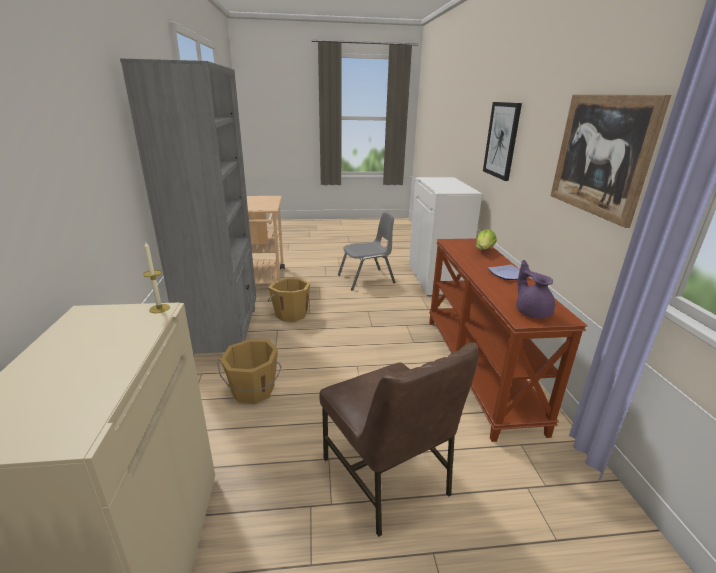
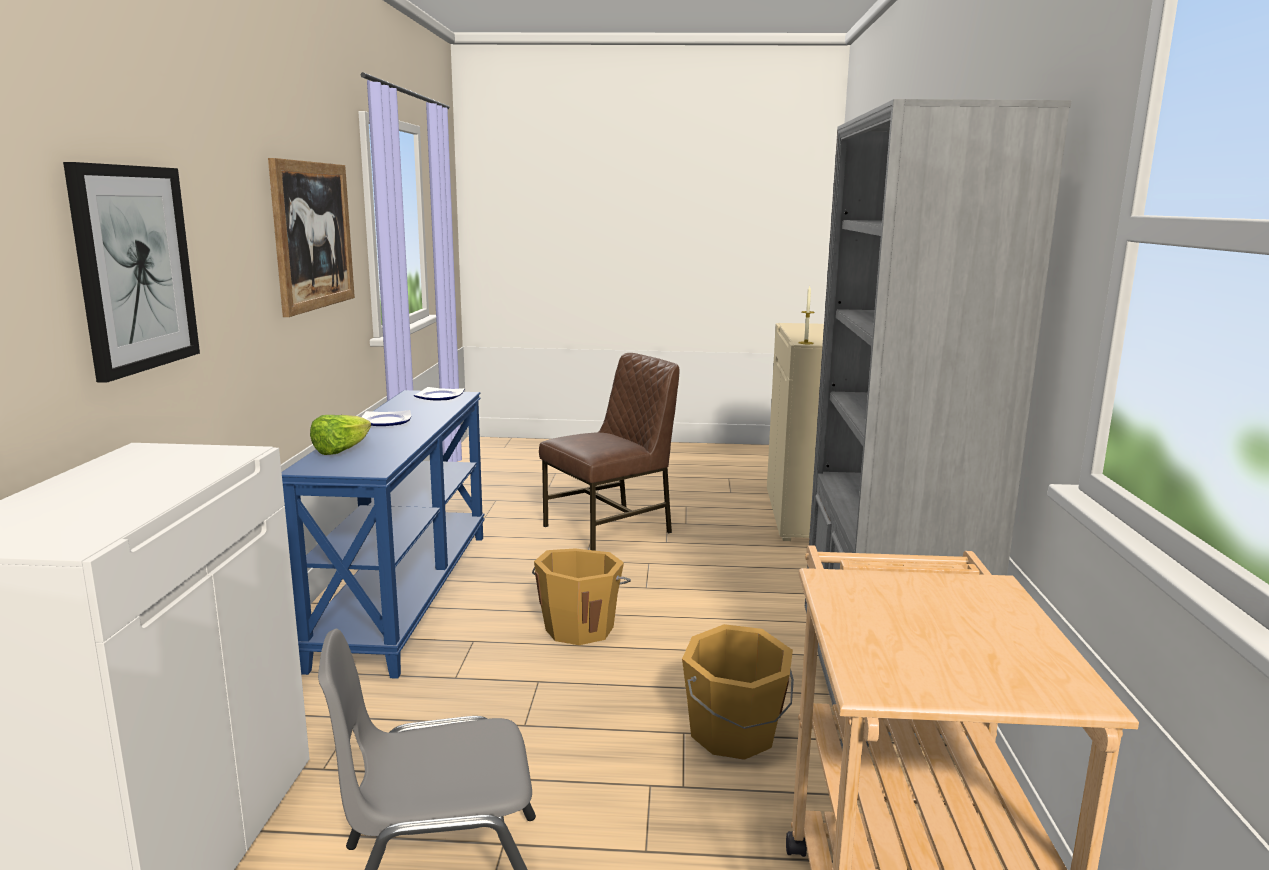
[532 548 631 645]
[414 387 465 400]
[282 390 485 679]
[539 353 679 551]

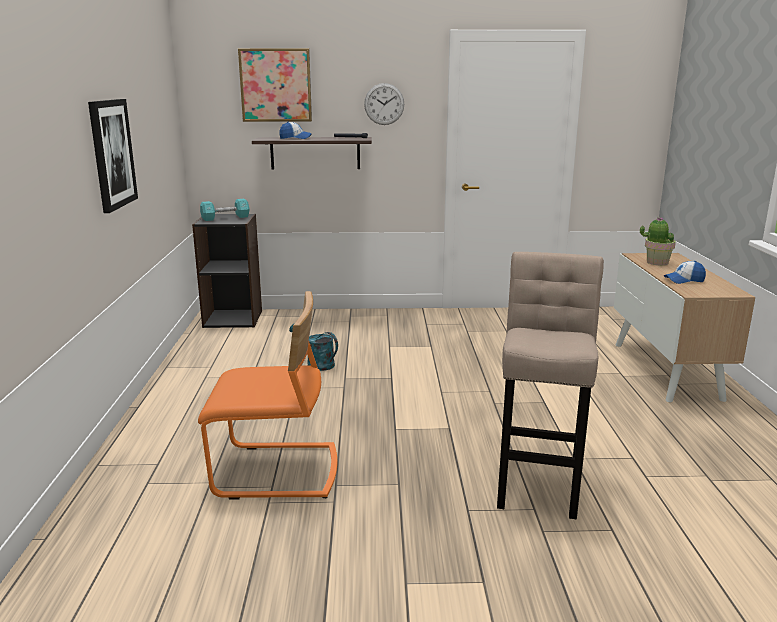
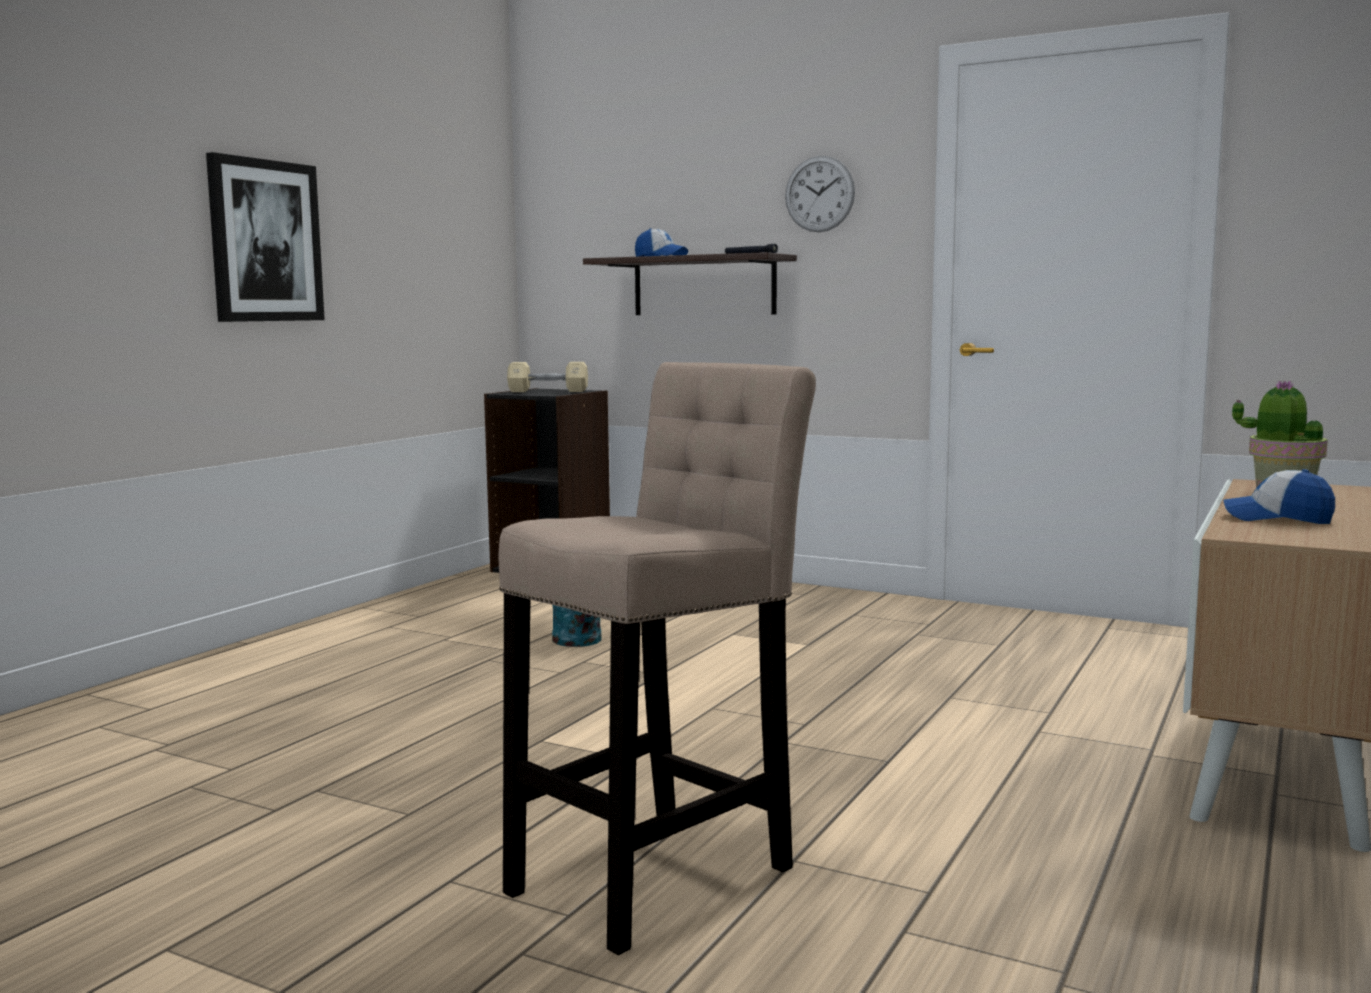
[198 291 337 499] (first image)
[238 48 312 122] (first image)
[507 362 588 392]

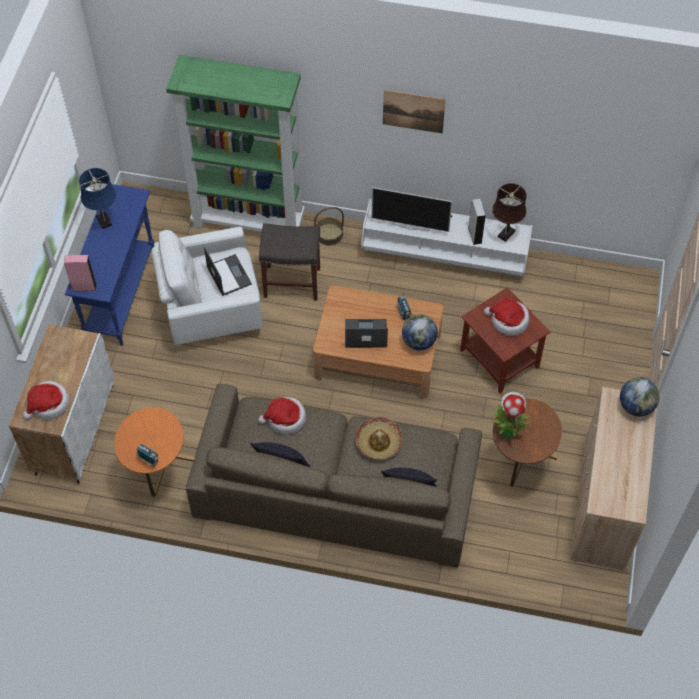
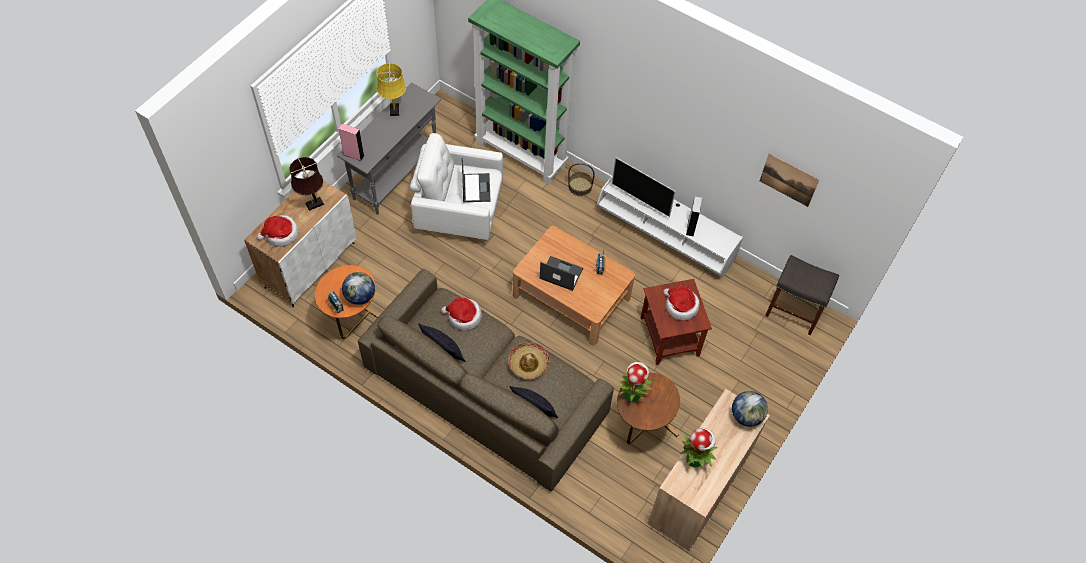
[680 428 718 467]
[765 255 839 335]
[760 153 820 207]
[342 272 375 305]
[289 157 324 211]
[337 83 441 215]
[376 63 406 116]

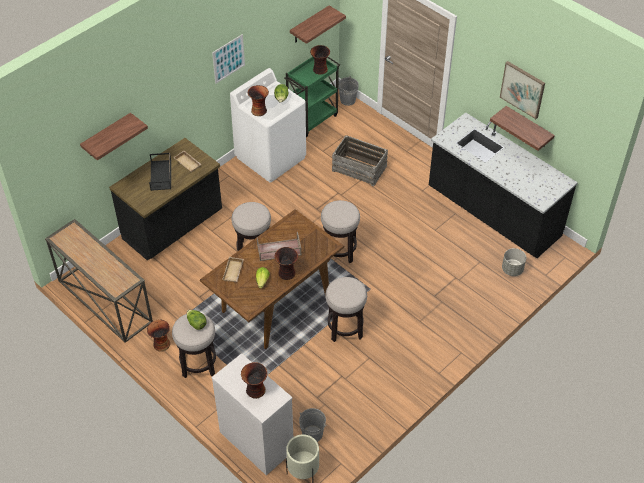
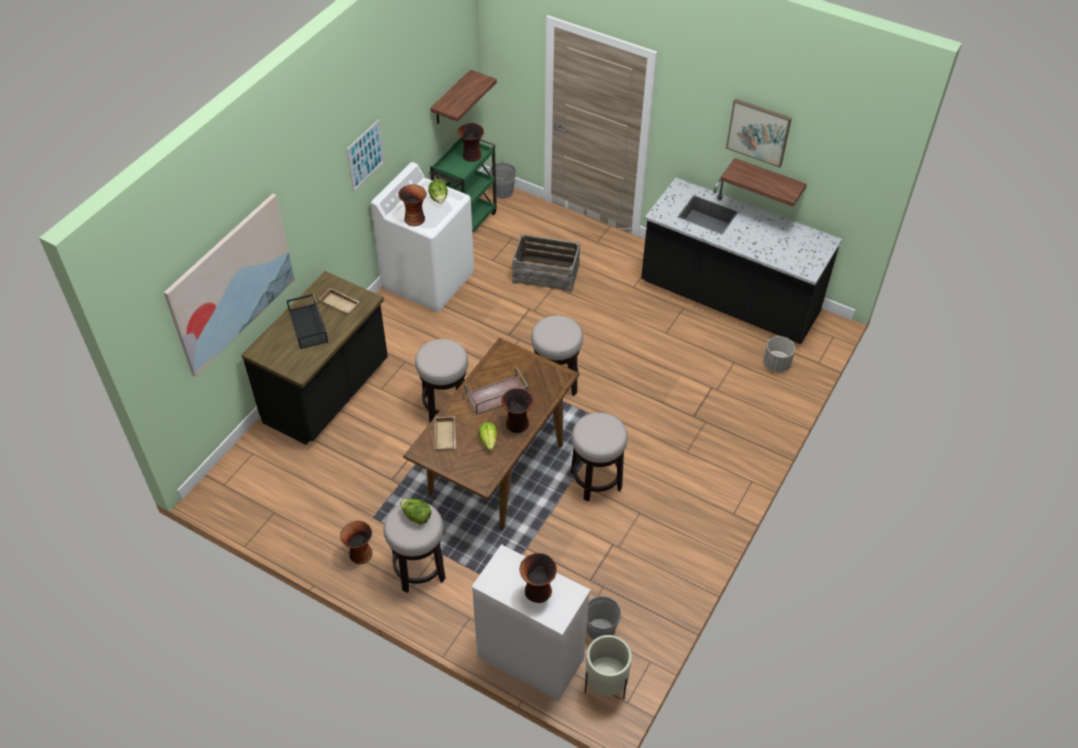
[45 219 153 343] (first image)
[164 194 294 377]

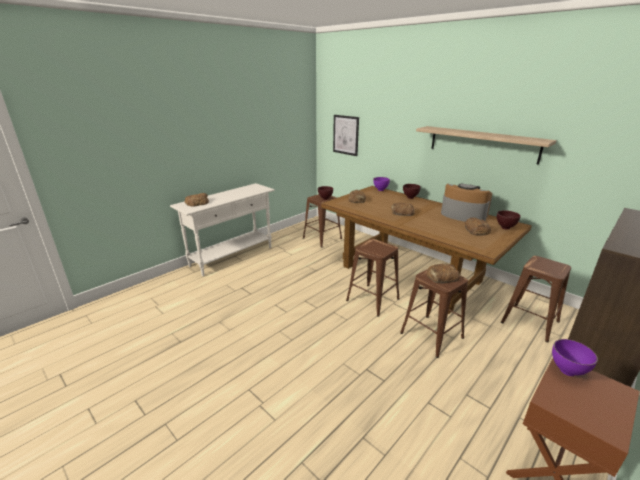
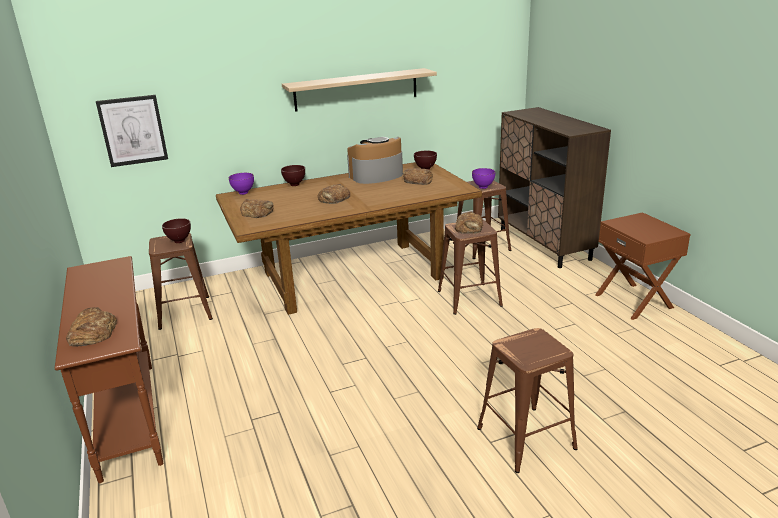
[477 328 578 473]
[472 168 495 189]
[55 256 163 483]

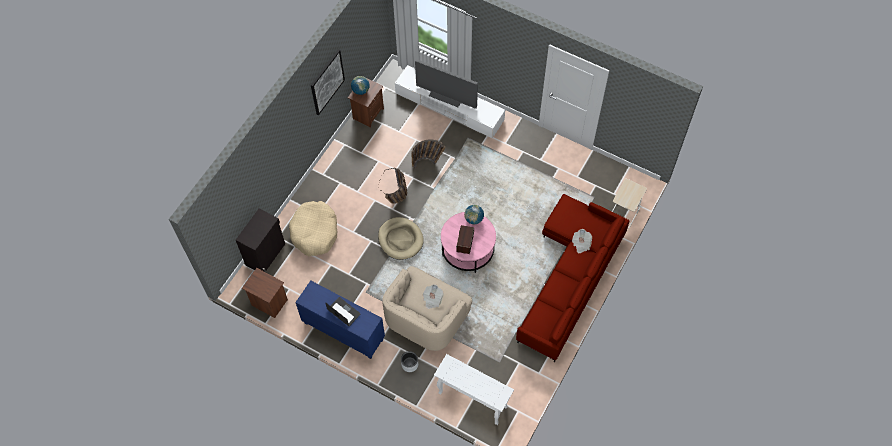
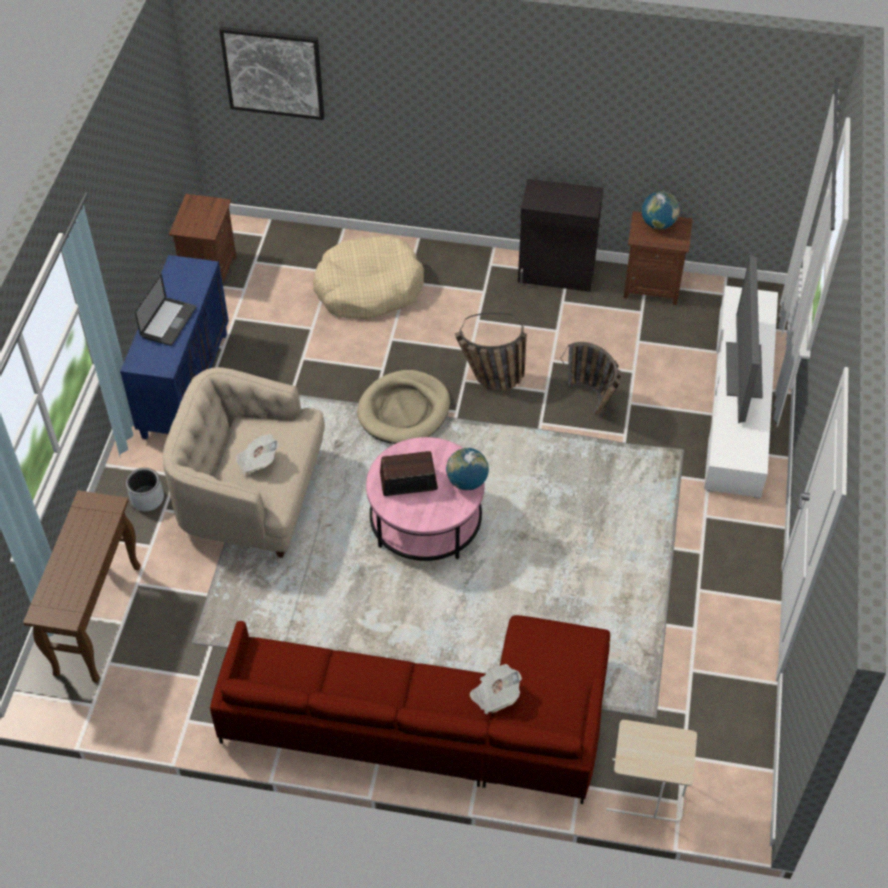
[518 179 603 292]
[219 27 324 120]
[23 490 141 683]

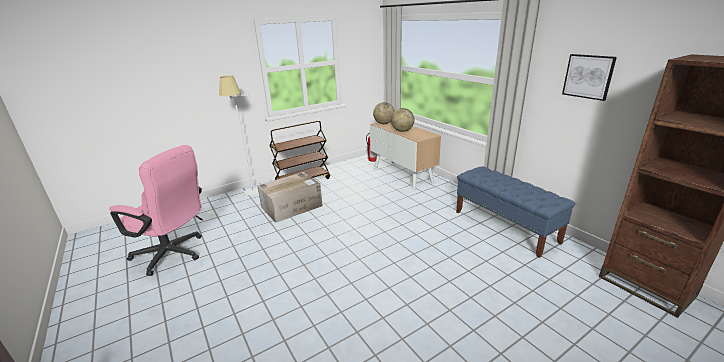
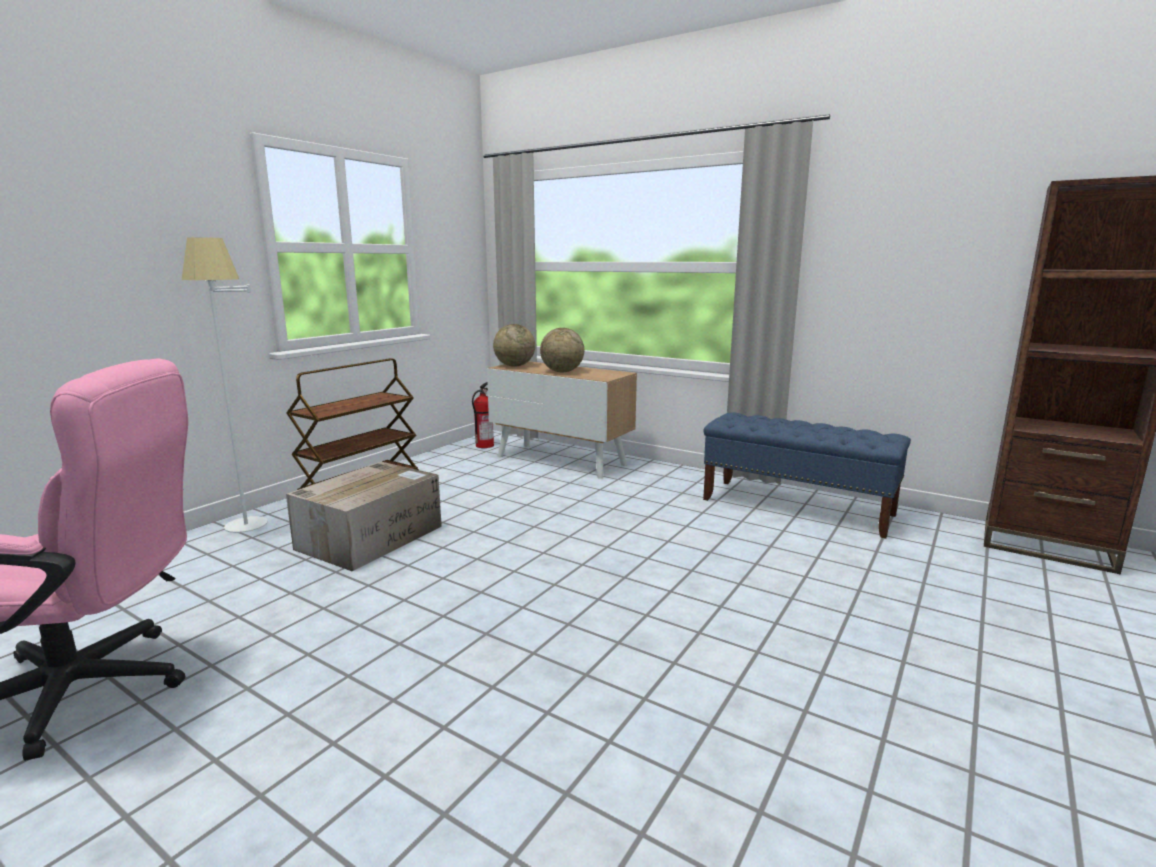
[562 54 617 101] (first image)

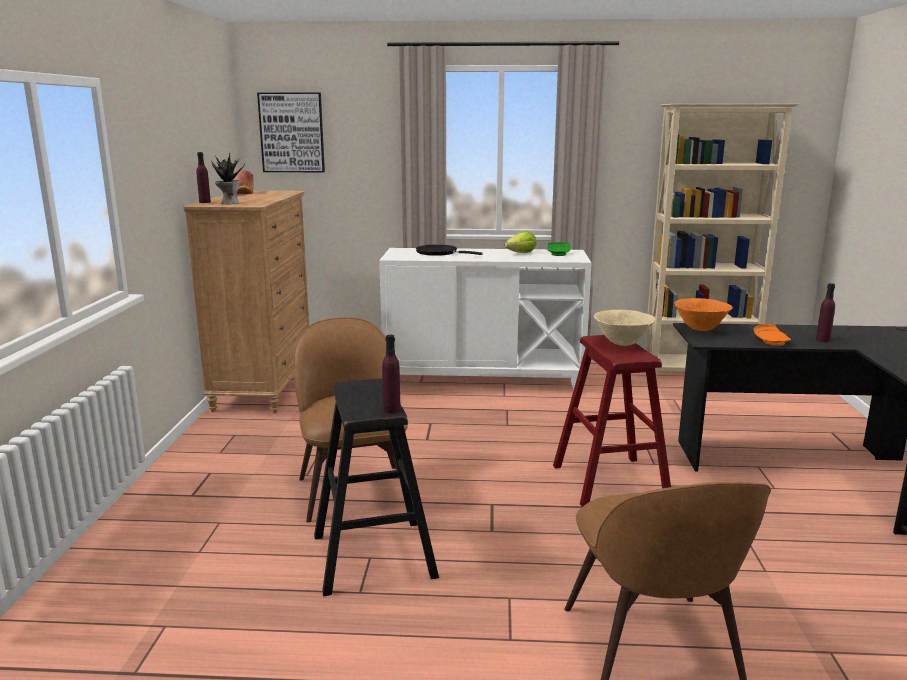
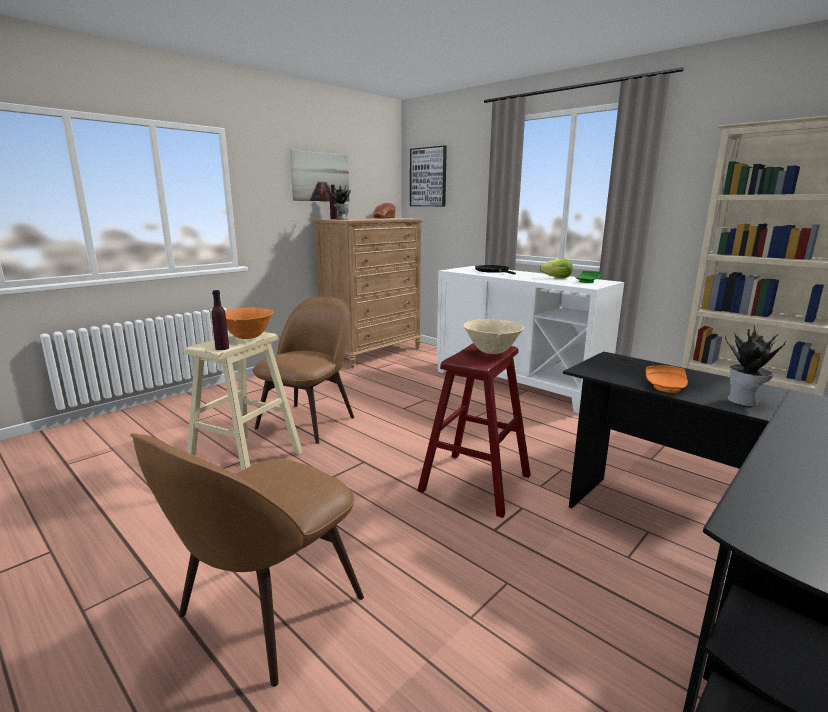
[290 150 349 201]
[225 308 274 339]
[725 325 786 406]
[185 332 303 471]

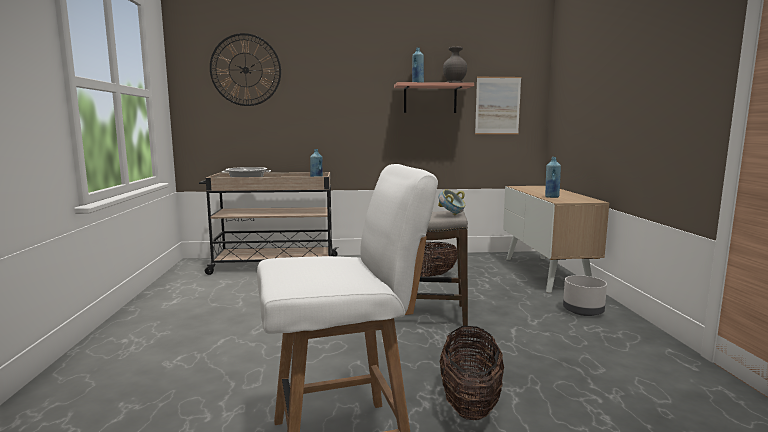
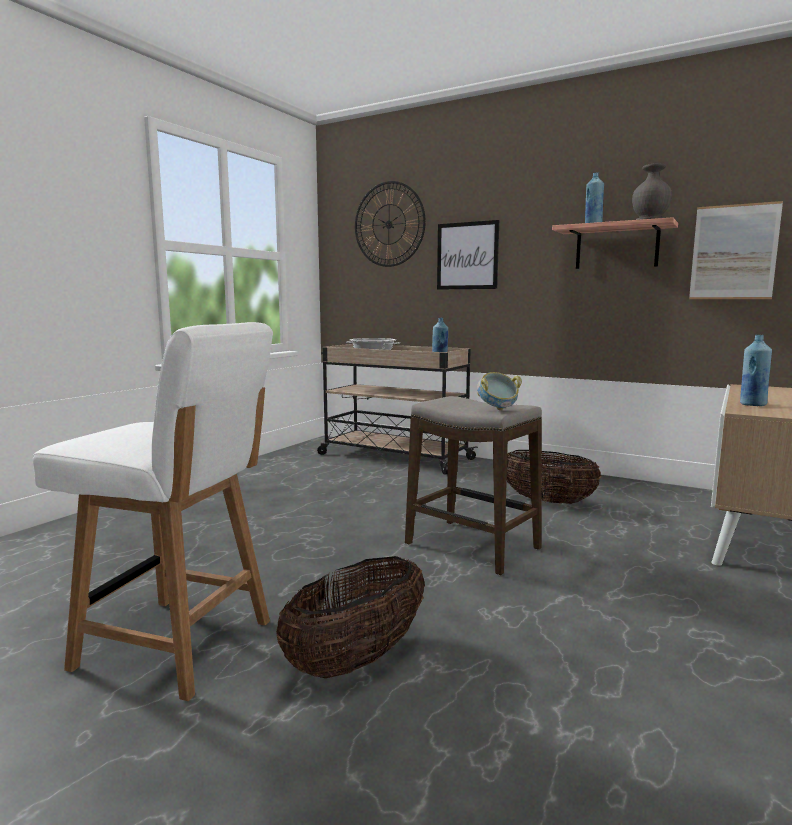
[563 275 607 316] (first image)
[437 220 499 290]

